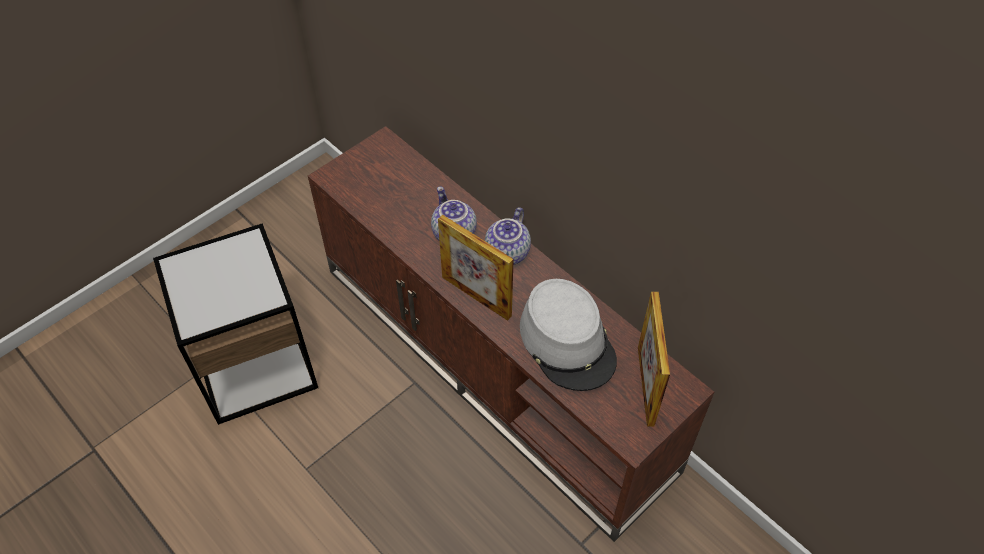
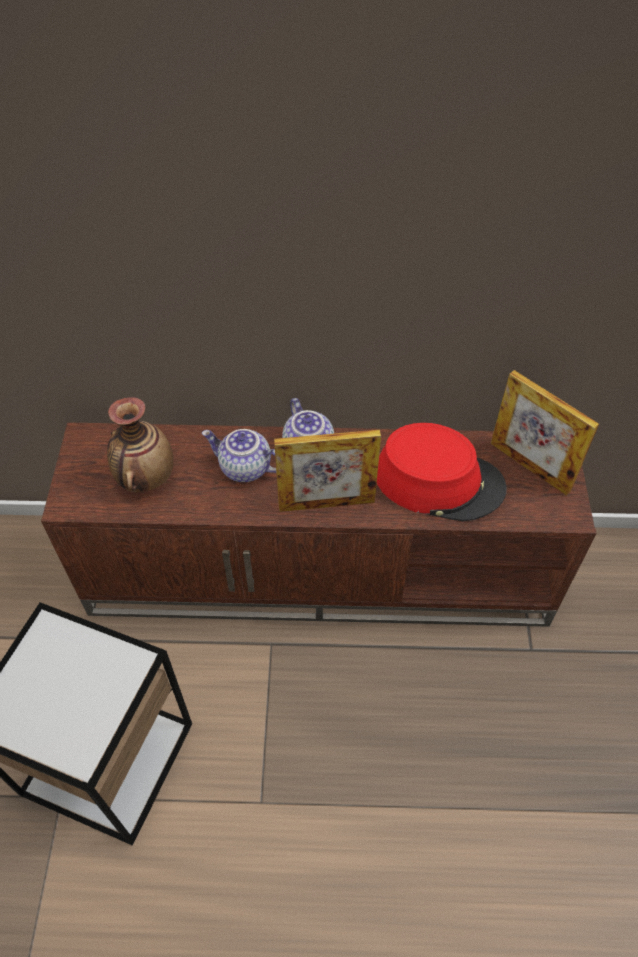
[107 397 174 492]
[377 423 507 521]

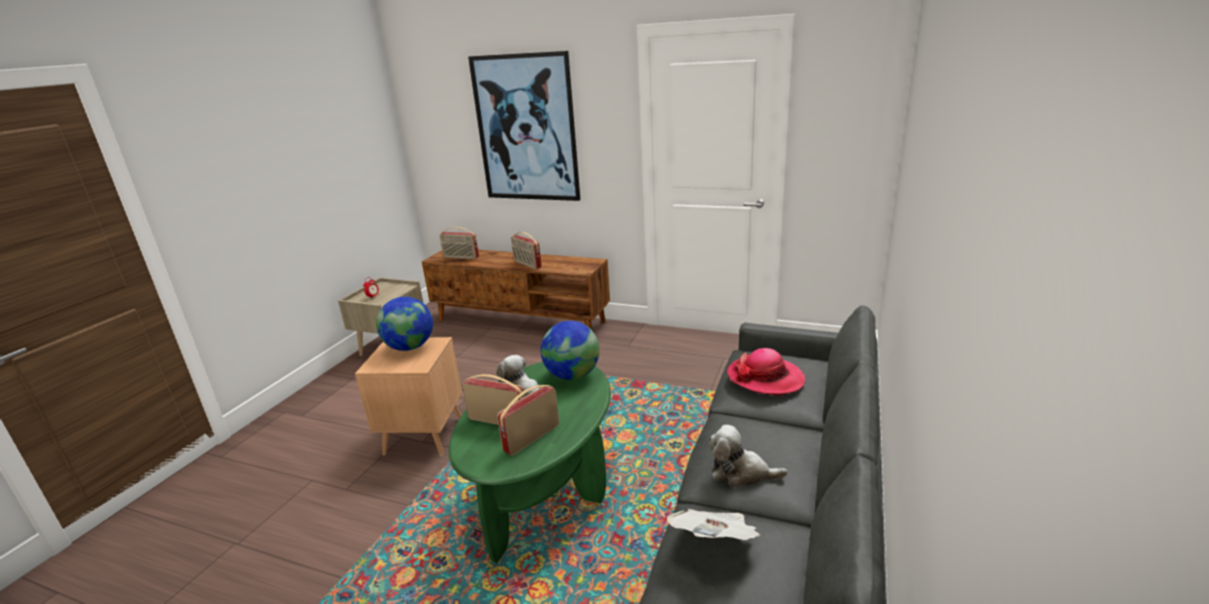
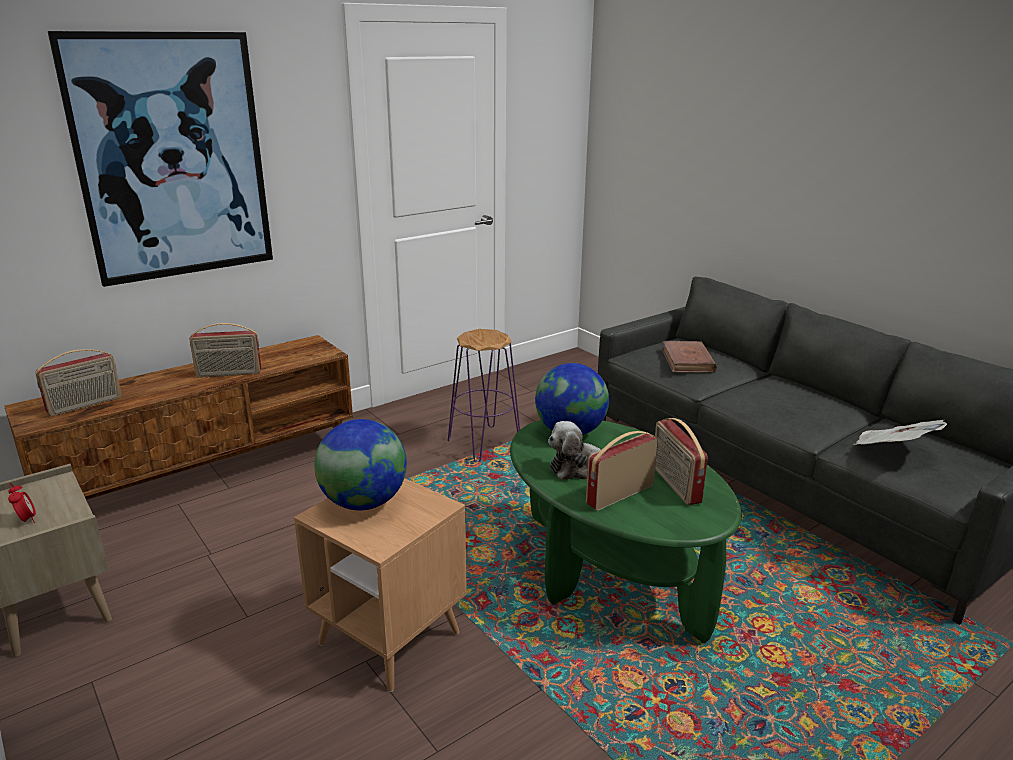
[708 425 788 487] (first image)
[448 329 520 462]
[662 341 717 373]

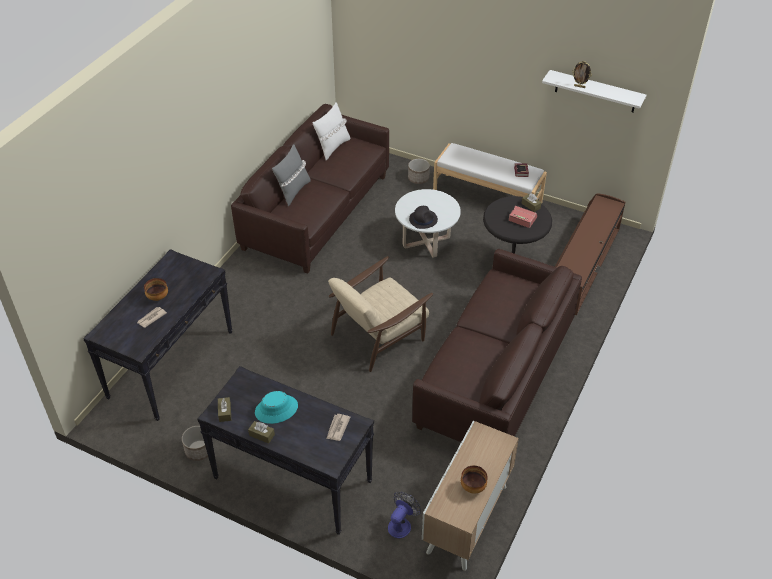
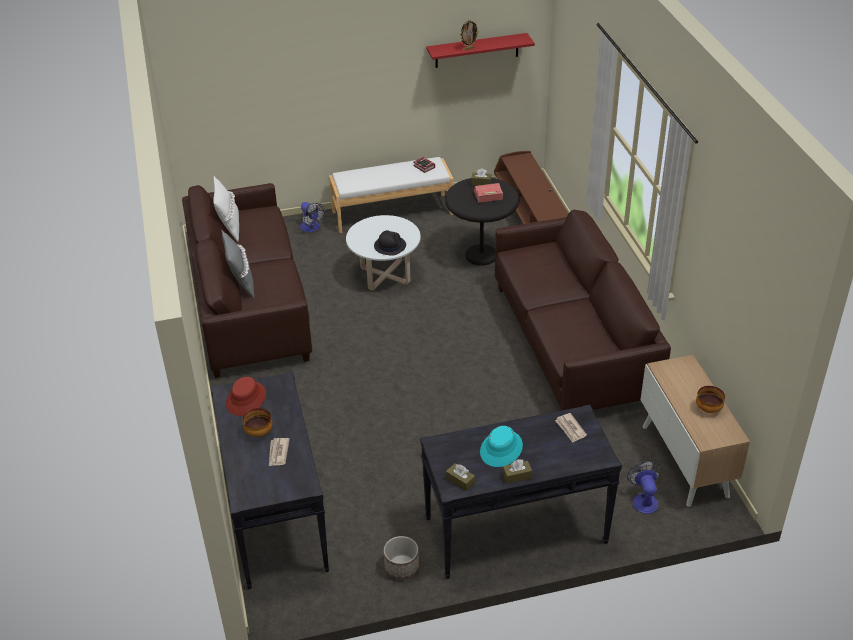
[328 256 433 372] (first image)
[226 377 266 416]
[300 202 325 232]
[426 33 535 68]

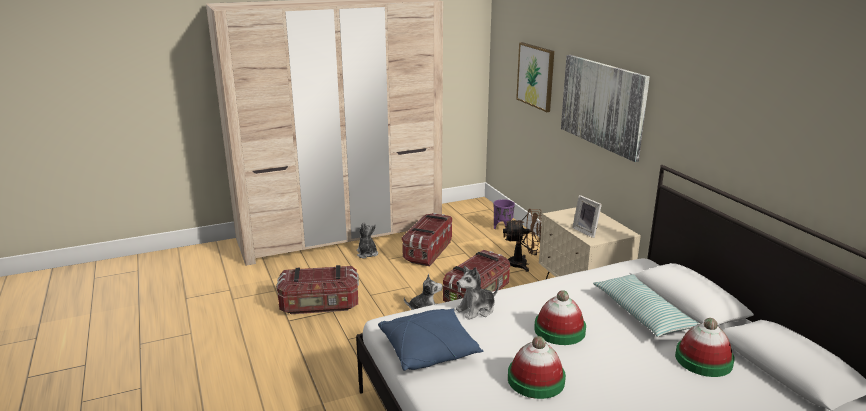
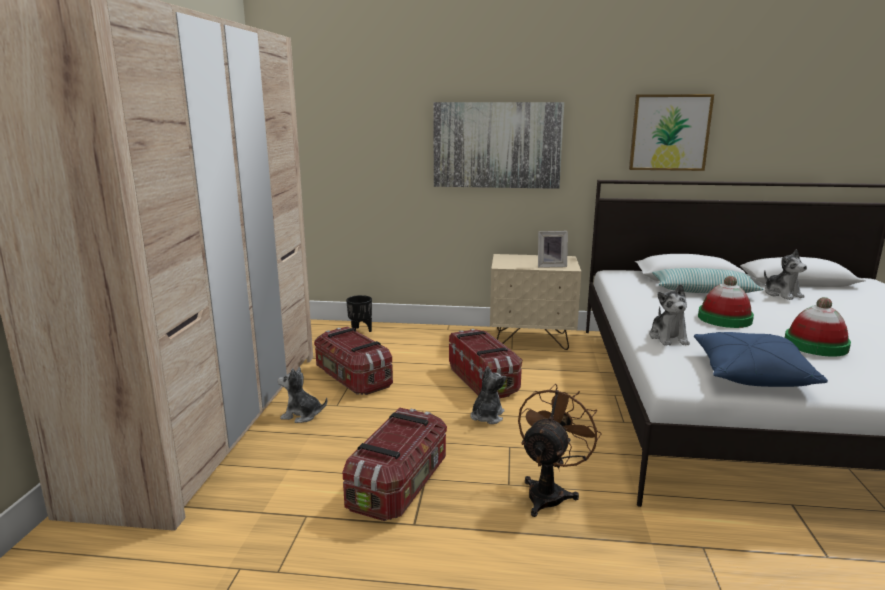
[518 384 602 517]
[629 94 714 171]
[764 249 807 300]
[346 295 372 332]

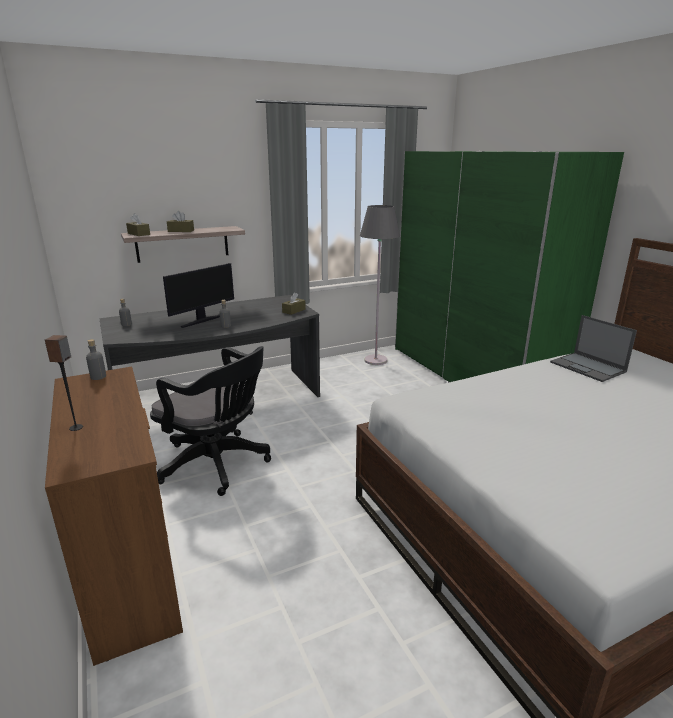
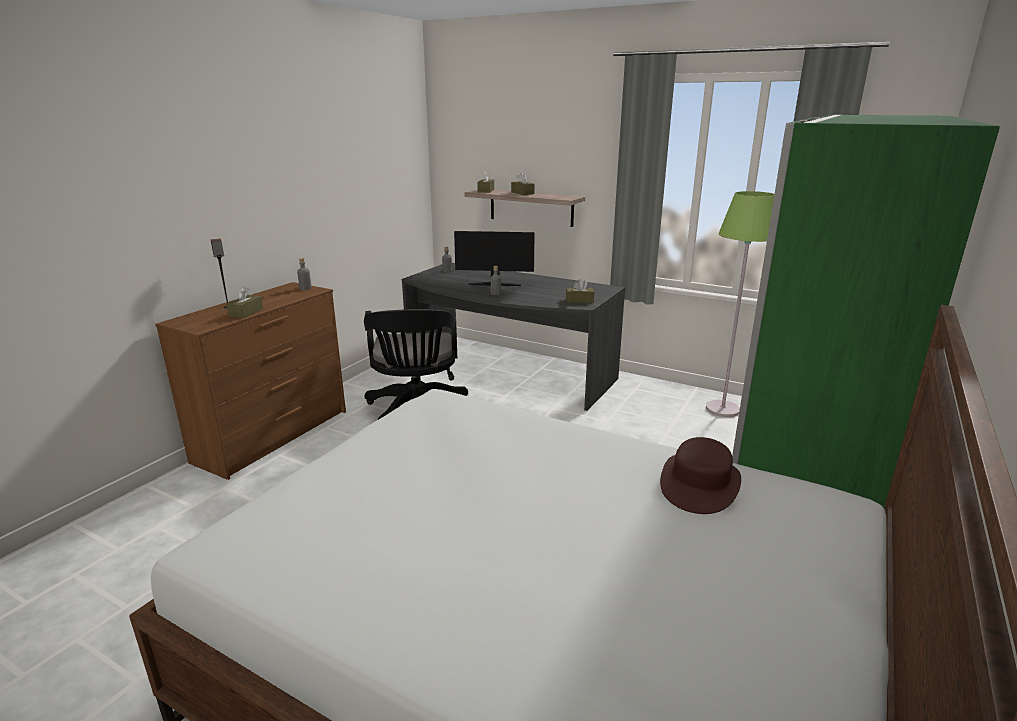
[227 287 263 318]
[660 437 741 514]
[706 191 774 417]

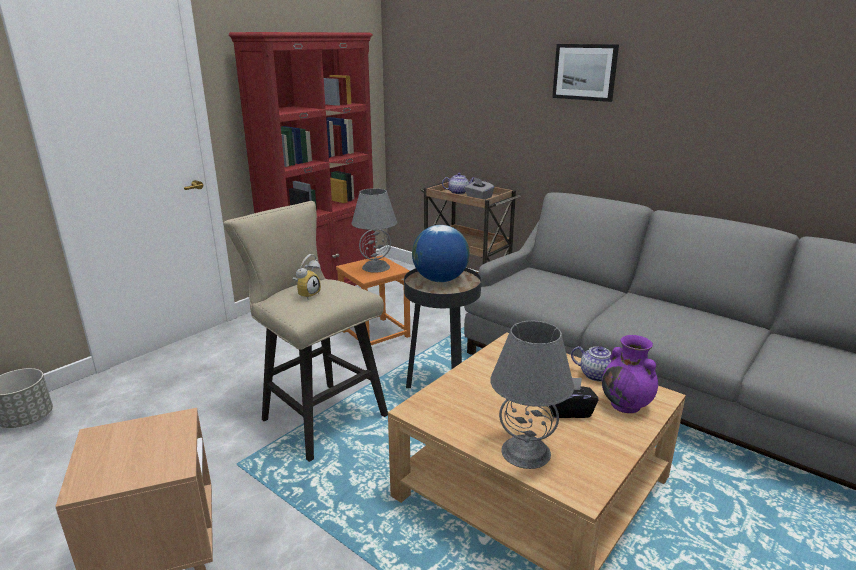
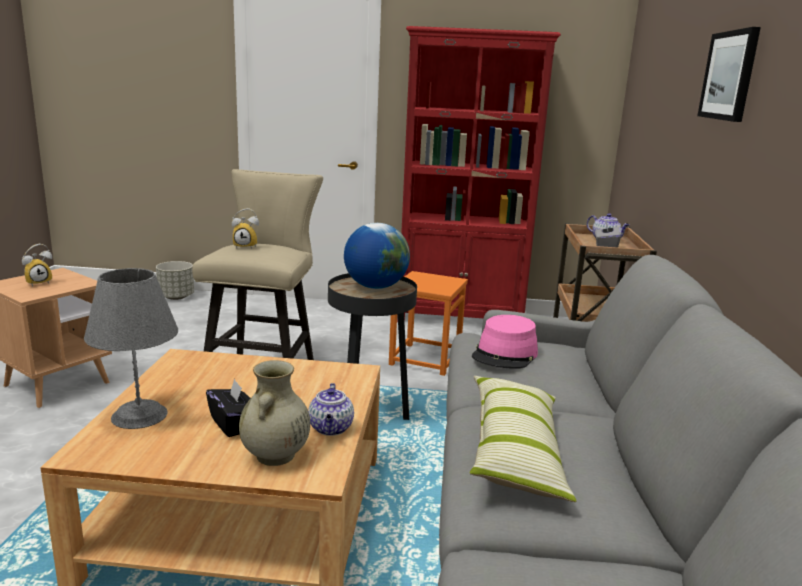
[351 188 397 273] (first image)
[22 244 52 286]
[470 376 576 502]
[472 315 538 369]
[239 360 310 466]

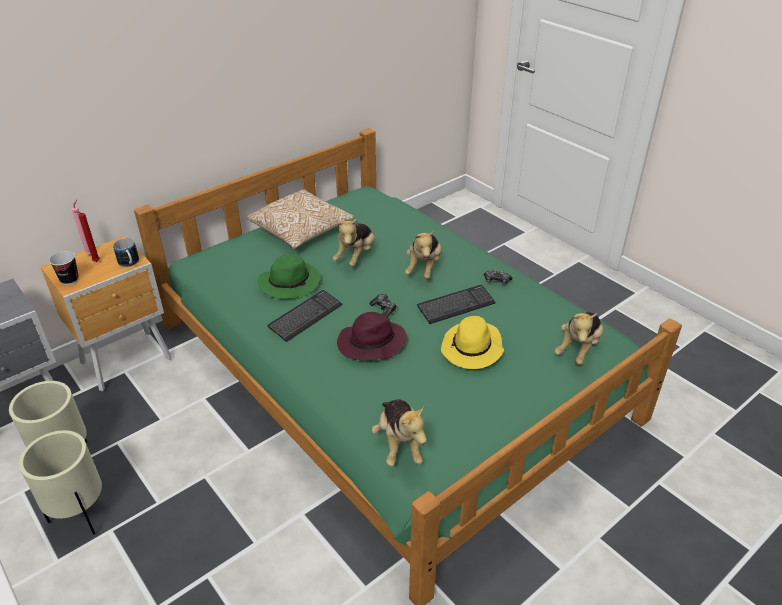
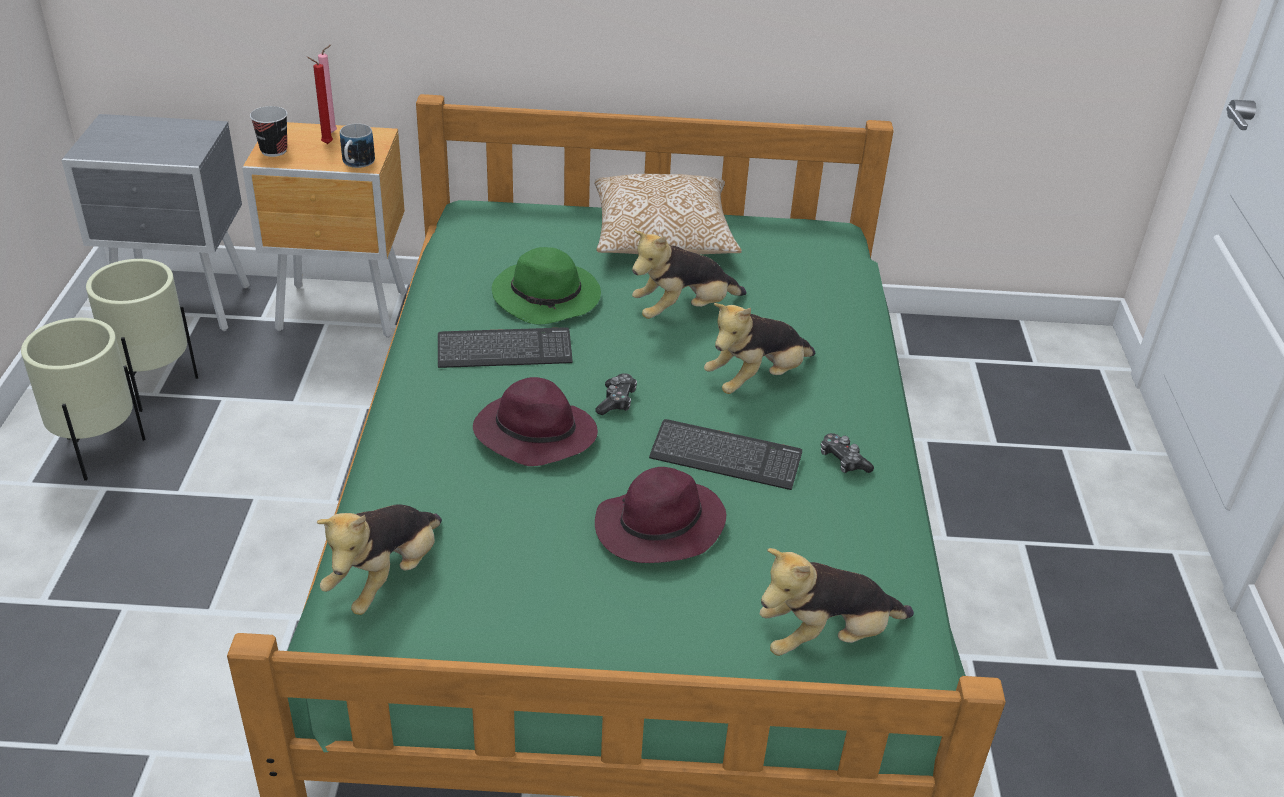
[595 467 726 563]

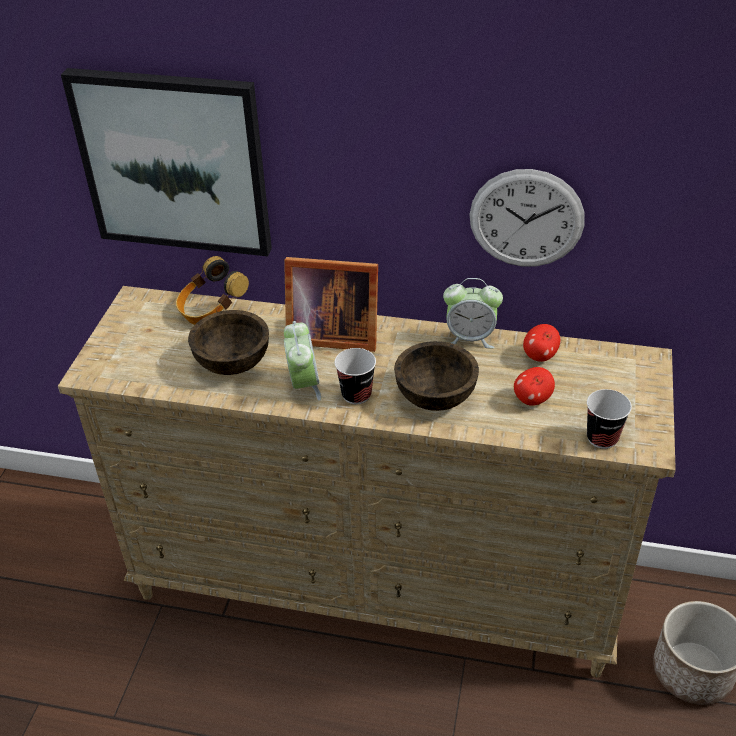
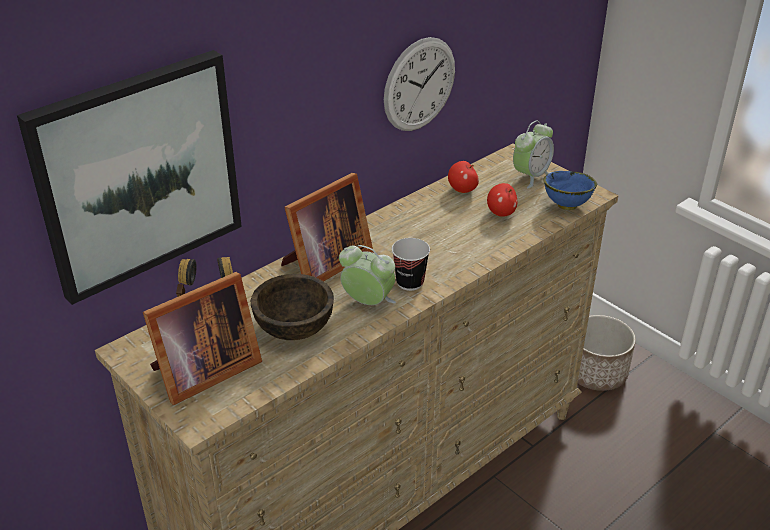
[394 341 479 411] (first image)
[143 272 262 405]
[513 121 554 189]
[543 171 597 210]

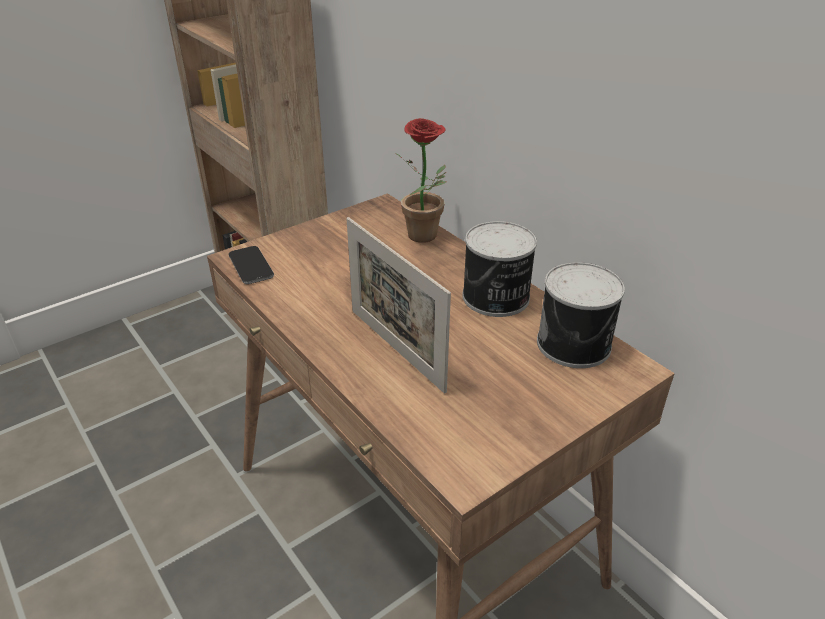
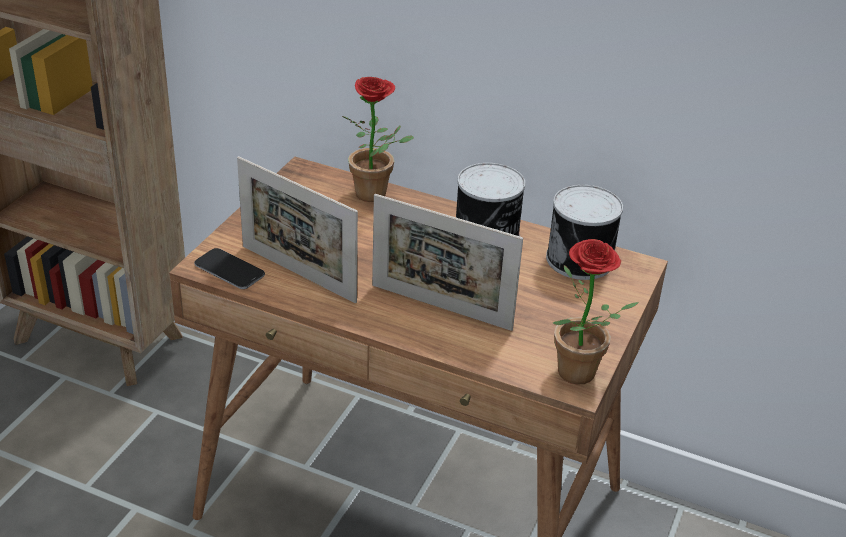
[237 156 358 303]
[552 239 639 385]

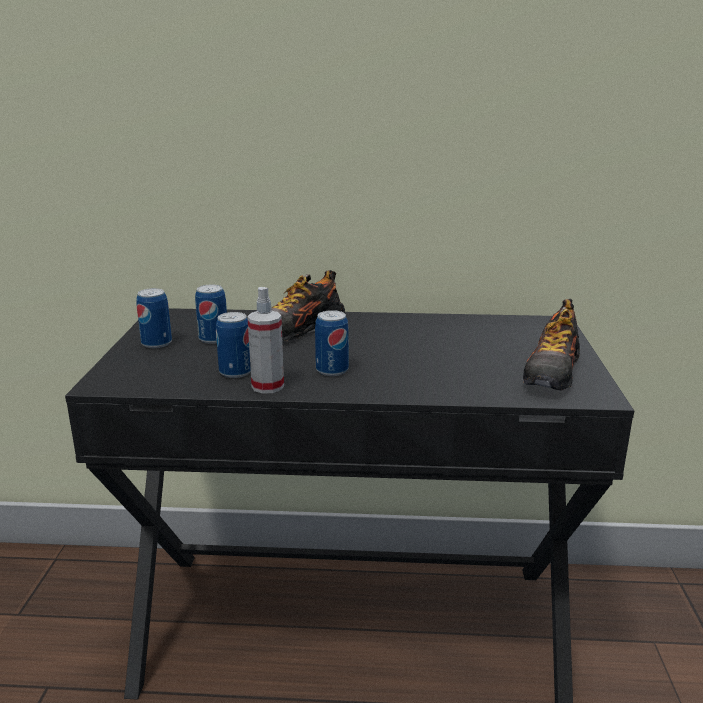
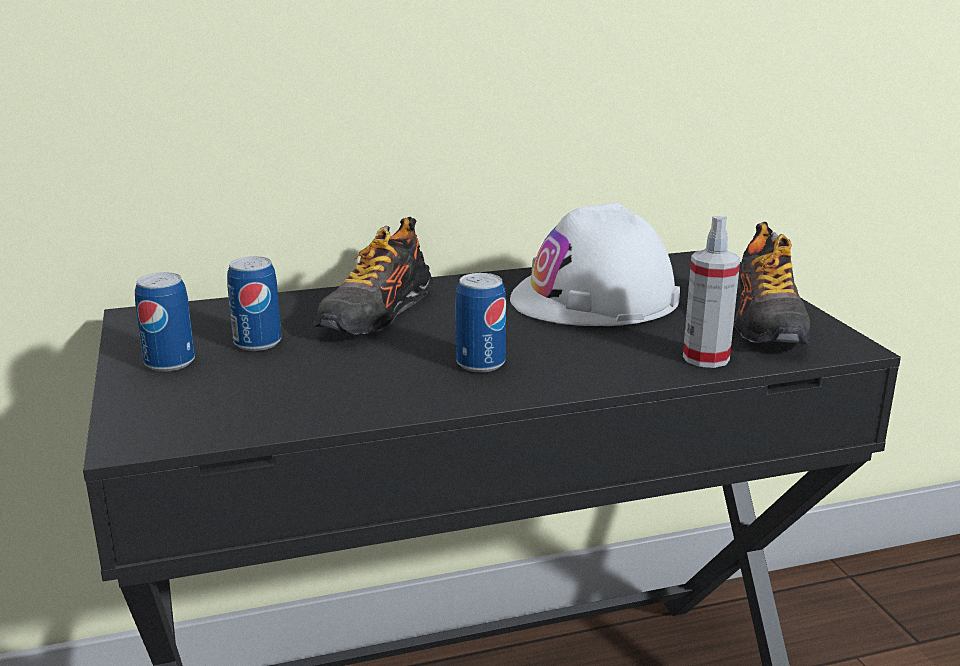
[216 312 251 378] (first image)
[510 202 680 326]
[683 216 740 368]

